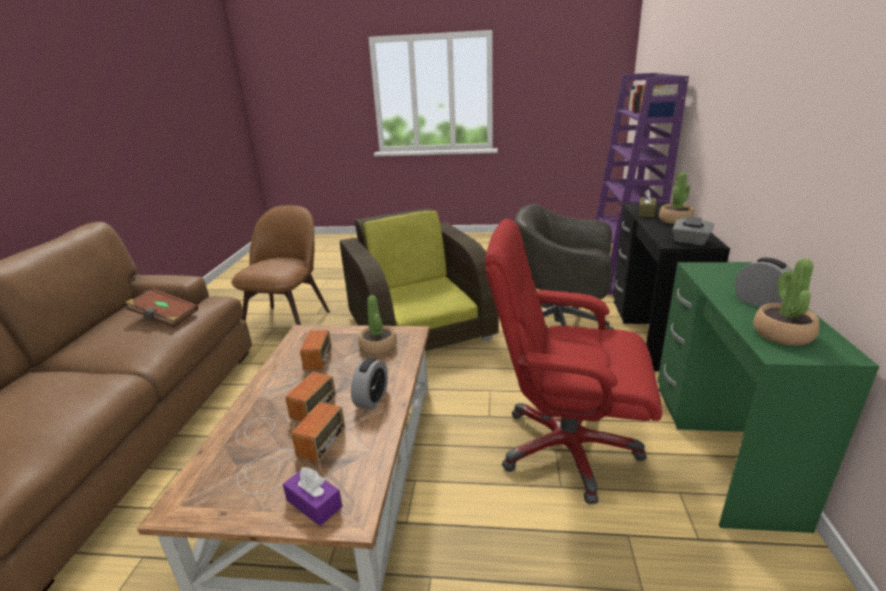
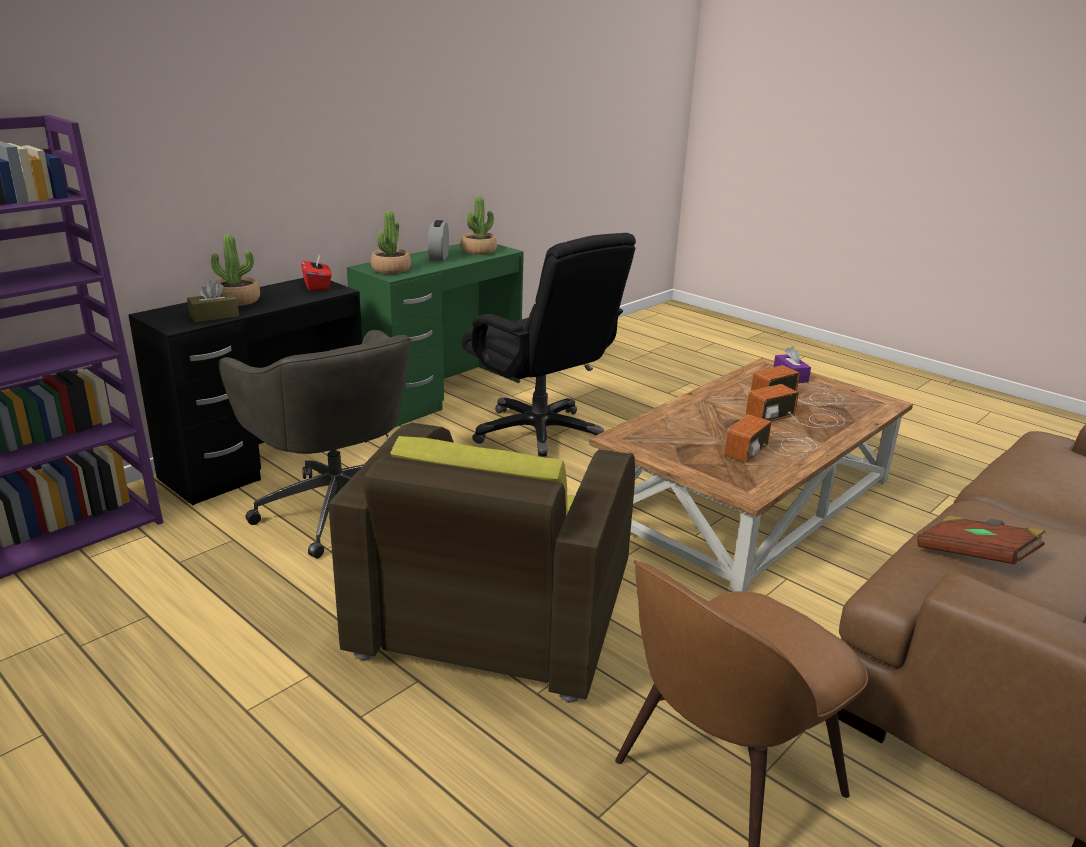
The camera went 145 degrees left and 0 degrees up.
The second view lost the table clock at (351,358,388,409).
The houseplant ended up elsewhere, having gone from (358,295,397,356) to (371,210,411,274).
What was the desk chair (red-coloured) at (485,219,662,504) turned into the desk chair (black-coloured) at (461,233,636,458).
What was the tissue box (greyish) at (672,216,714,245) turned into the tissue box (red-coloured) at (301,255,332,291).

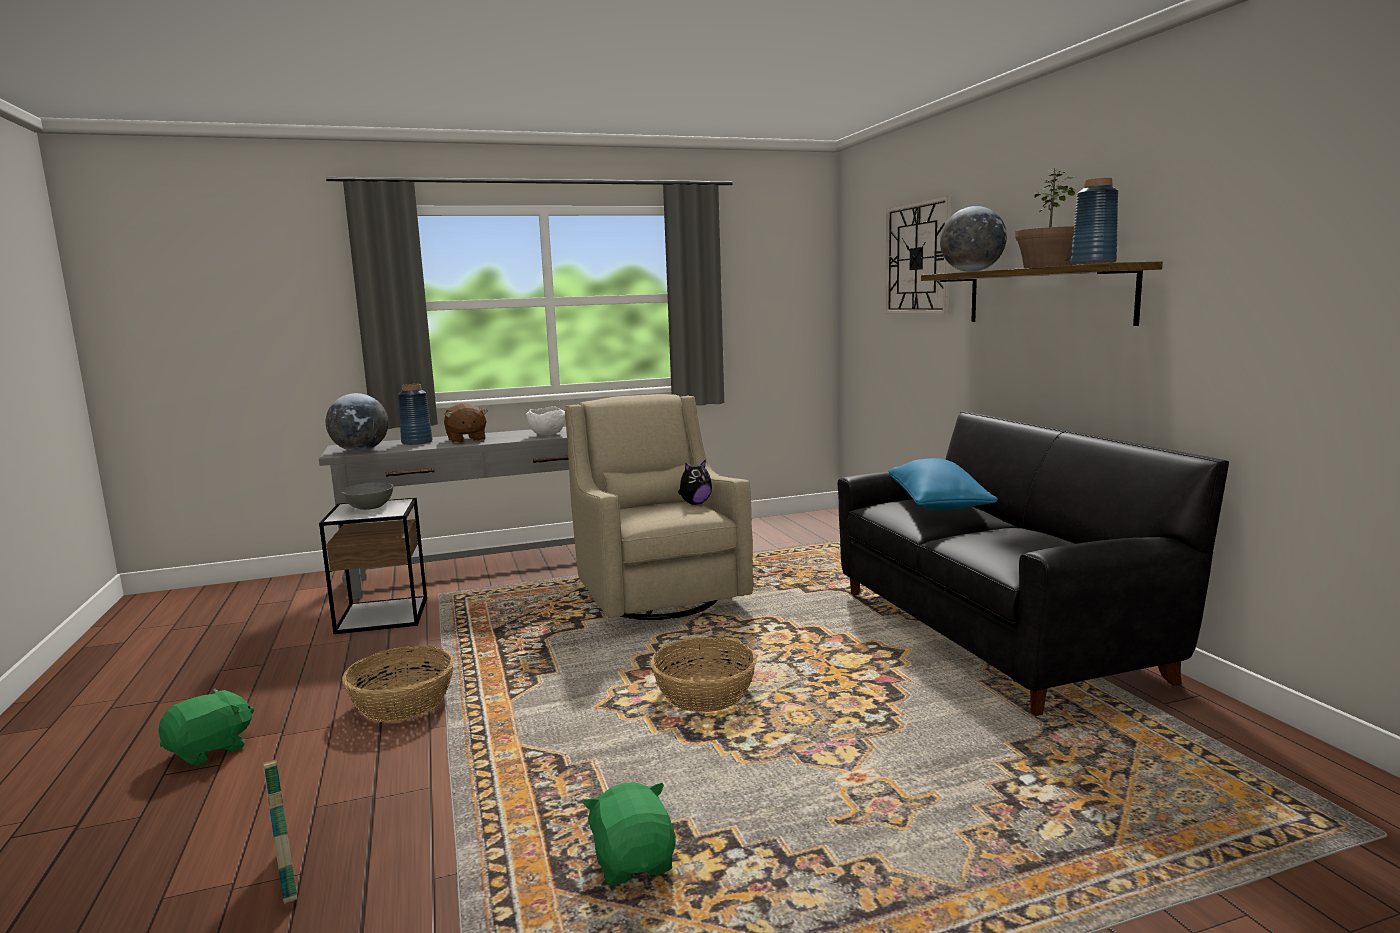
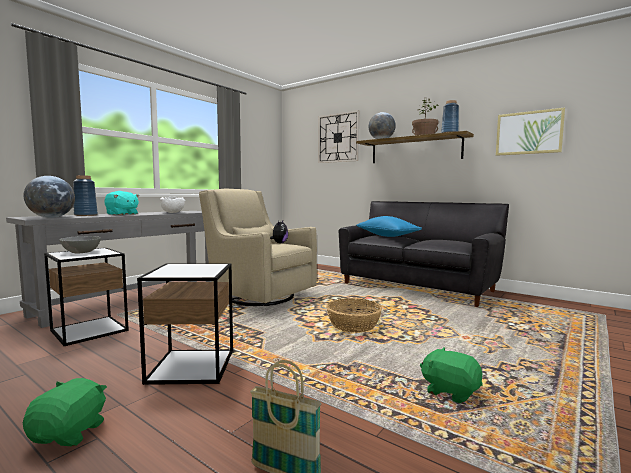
The camera went 35 degrees left and 5 degrees down.
Where the basket stood at (342,646,454,722), the side table came to stand at (137,263,233,385).
What was the plush toy (brown-coloured) at (444,403,488,444) turned into the plush toy (turquoise-coloured) at (104,191,139,215).
The second view gained the picture at (496,108,565,156).

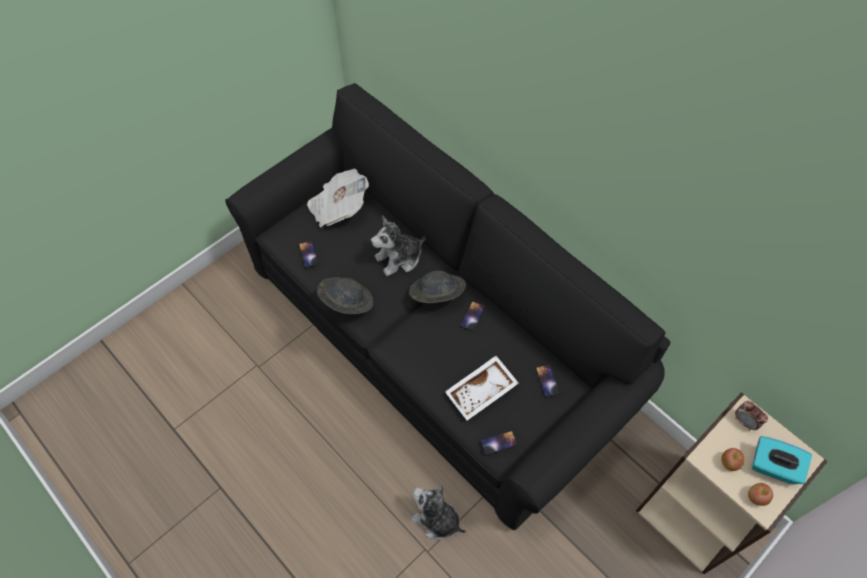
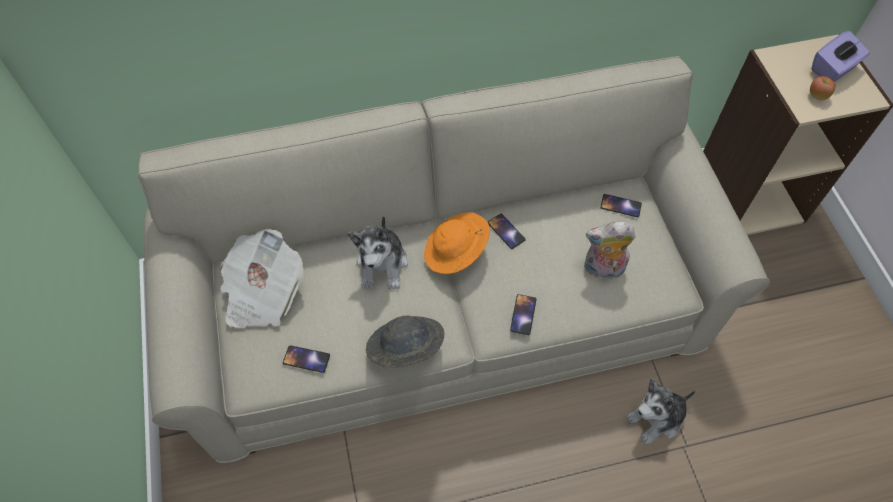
The camera went 60 degrees left and 0 degrees up.
What was the couch (black-coloured) at (225,83,670,530) turned into the couch (beige-coloured) at (138,56,770,463).
What was the wearable hat (greyish) at (409,271,466,303) turned into the wearable hat (orange-coloured) at (424,212,490,274).
Where the serving tray (white) stood at (445,356,519,420), the plush toy came to stand at (584,222,636,279).
The telephone ended up elsewhere, having gone from (480,431,518,455) to (510,294,536,335).
The second view lost the table clock at (735,401,768,430).
The second view lost the whole apple at (748,483,773,506).
What was the tissue box (turquoise-coloured) at (752,436,812,484) turned into the tissue box (purple-coloured) at (811,31,870,82).

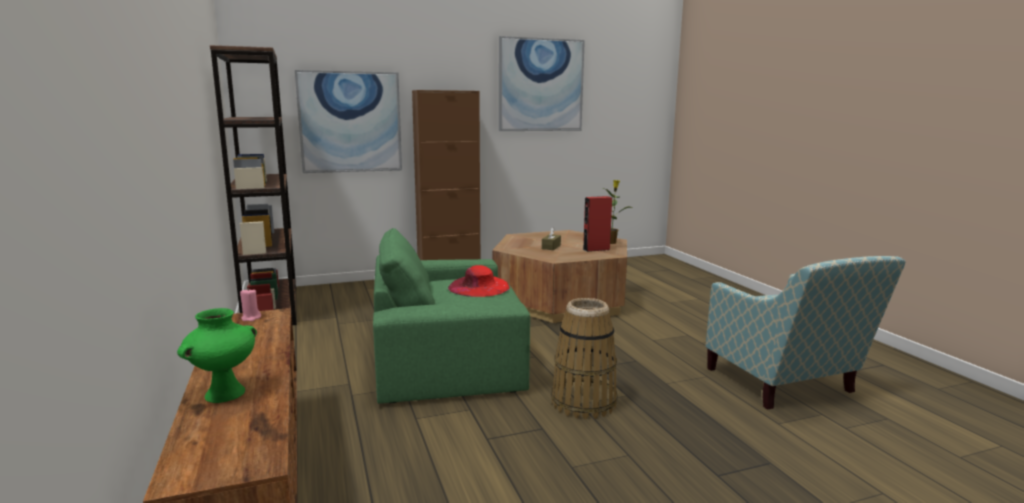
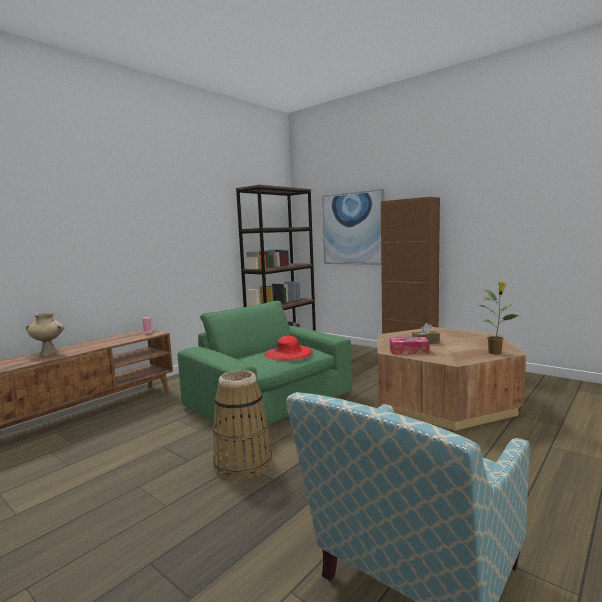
The camera went 60 degrees right and 5 degrees down.
What was the vase (green) at (177,308,257,403) turned into the vase (beige-coloured) at (26,313,65,356).
The second view lost the picture at (499,36,585,131).
The second view lost the loudspeaker (red-coloured) at (583,196,612,252).
The second view gained the tissue box at (390,337,430,355).

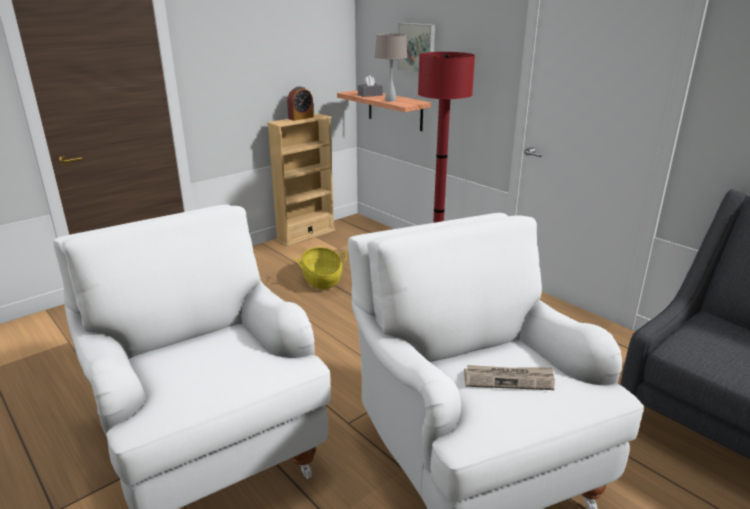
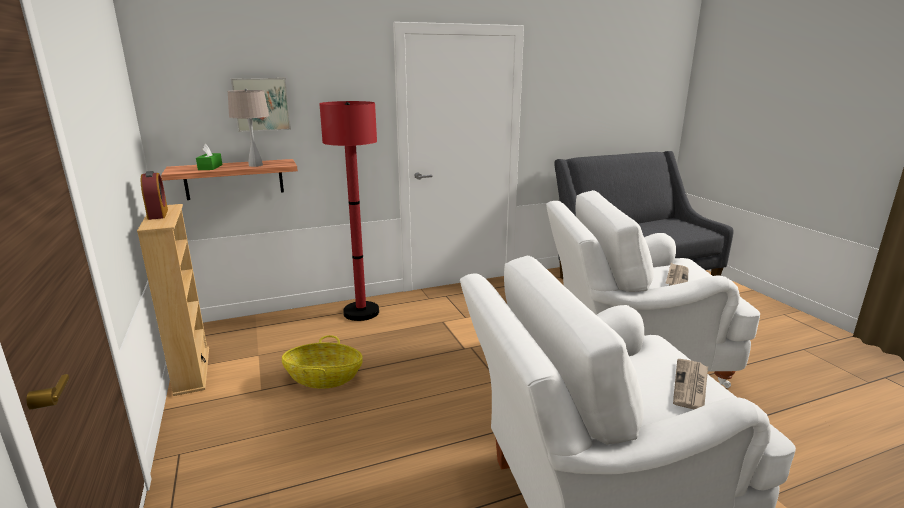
The camera went 70 degrees left and 5 degrees down.
What was the tissue box (greyish) at (358,75,383,97) turned into the tissue box (green) at (196,144,222,170).
The second view gained the daily paper at (673,359,708,409).

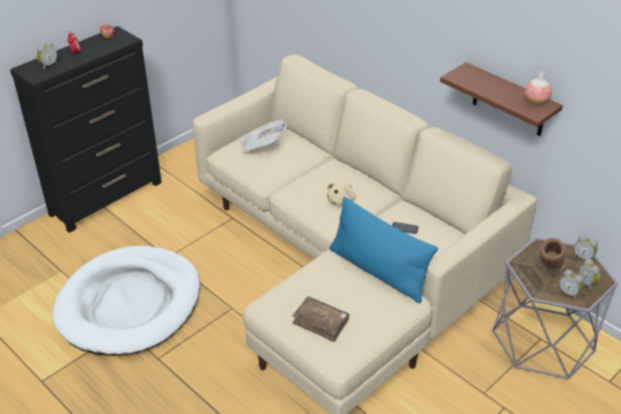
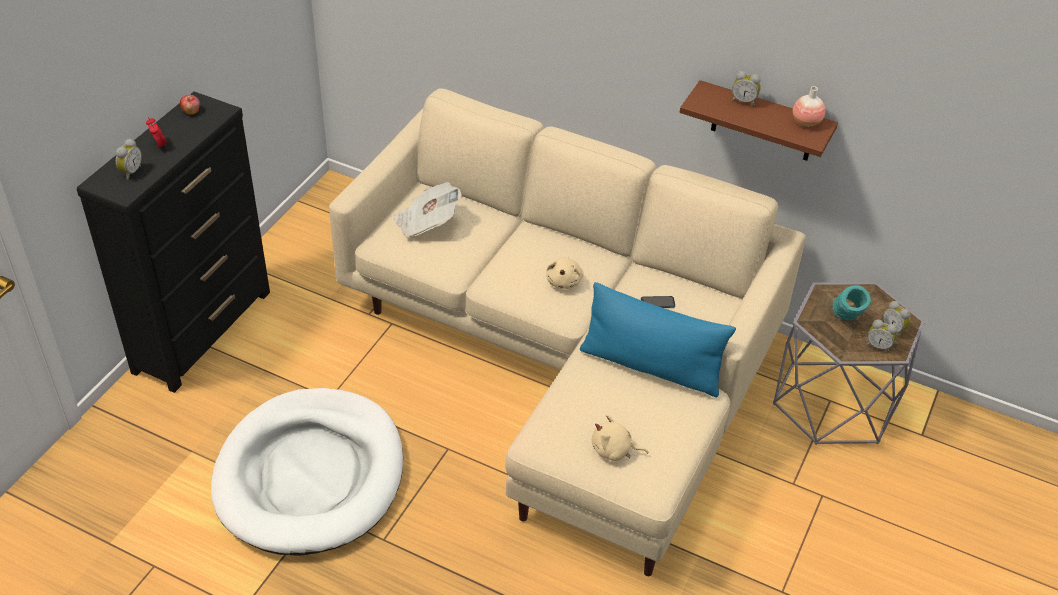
The camera went 20 degrees left and 5 degrees up.
Where the volume (brown-coloured) stood at (292,296,349,342), the plush toy (beige-coloured) came to stand at (592,414,648,461).
What was the vase (brown-coloured) at (540,238,565,270) turned into the vase (turquoise-coloured) at (833,285,871,320).
The table clock ended up elsewhere, having gone from (574,235,598,260) to (732,71,760,106).

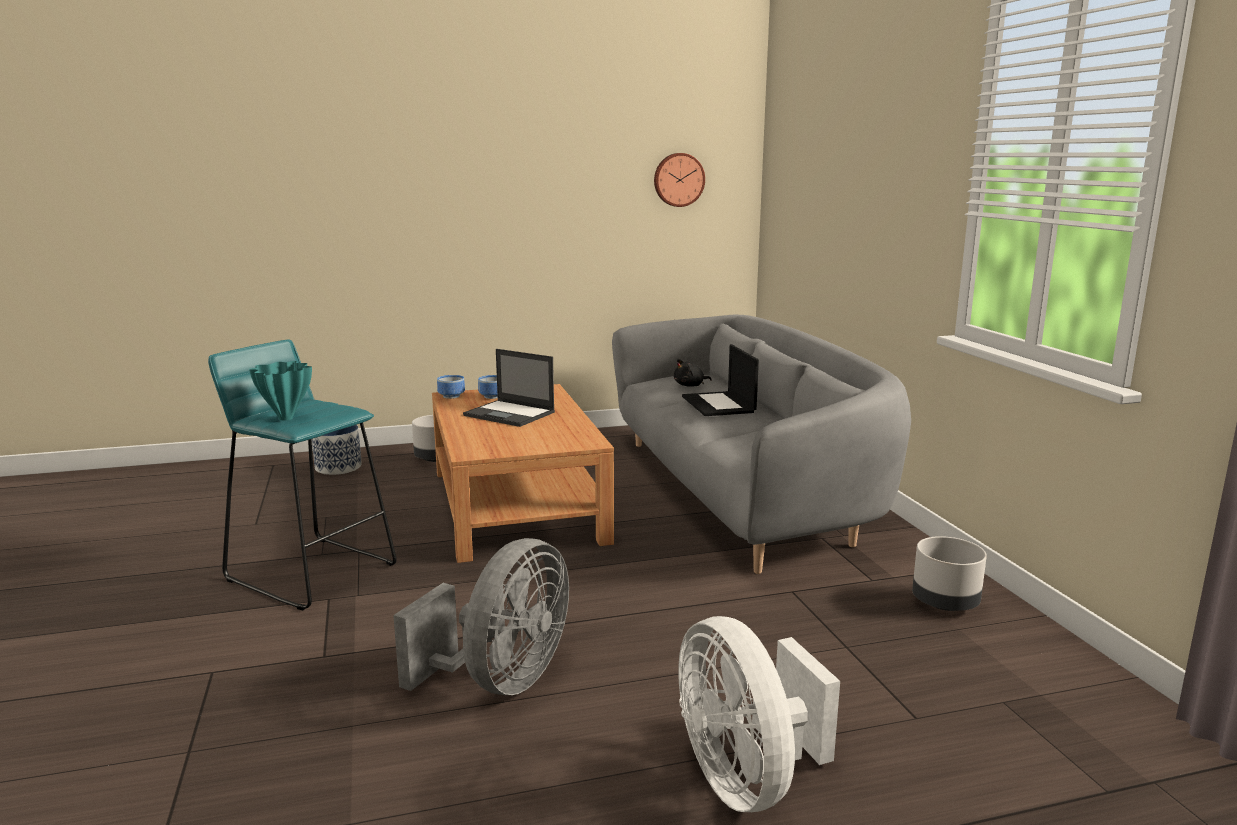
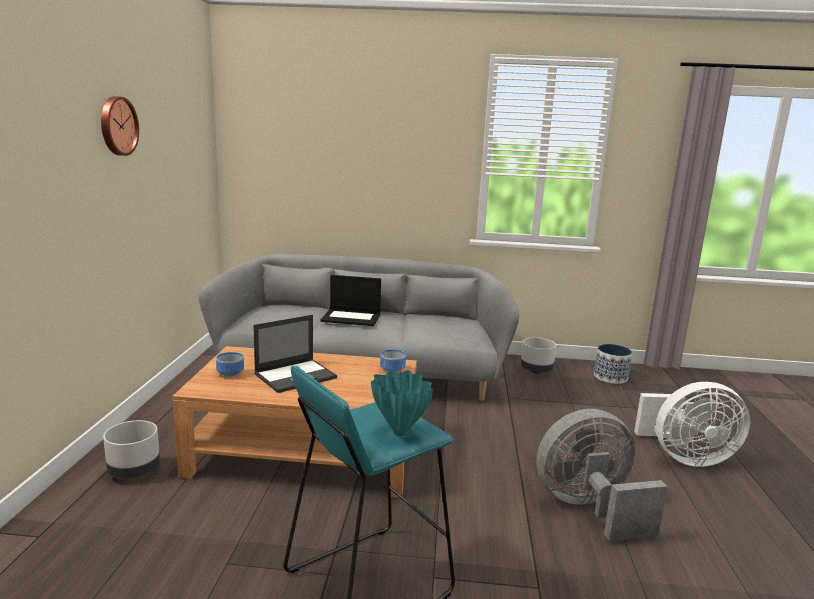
The camera went 70 degrees left and 0 degrees up.
The flower pot ended up elsewhere, having gone from (312,425,362,475) to (594,344,632,384).
The cooling fan (greyish) at (393,538,569,695) ended up facing another way, 60 degrees counterclockwise from before.
The serving bowl ended up elsewhere, having gone from (437,375,465,399) to (380,349,406,372).
The hanging clock ended up elsewhere, having gone from (654,153,705,207) to (101,96,139,156).
The second view lost the plush toy (black-coloured) at (674,358,712,387).

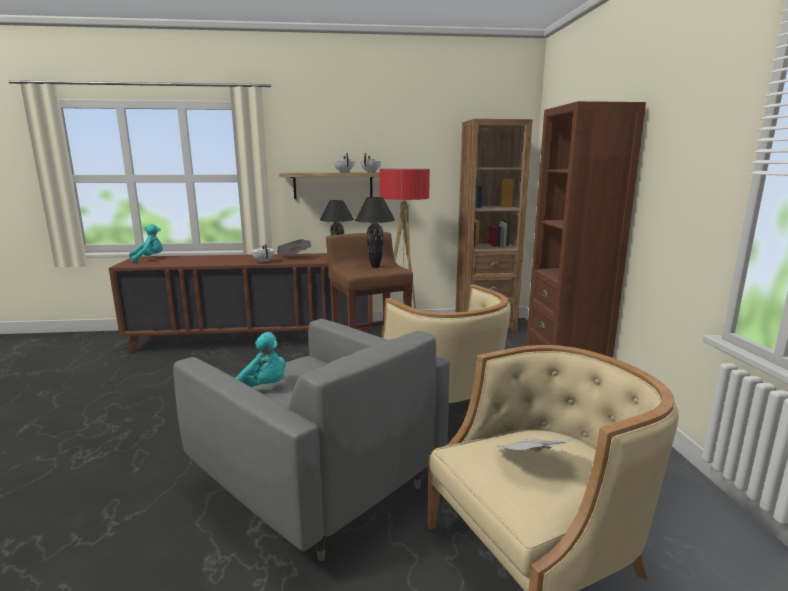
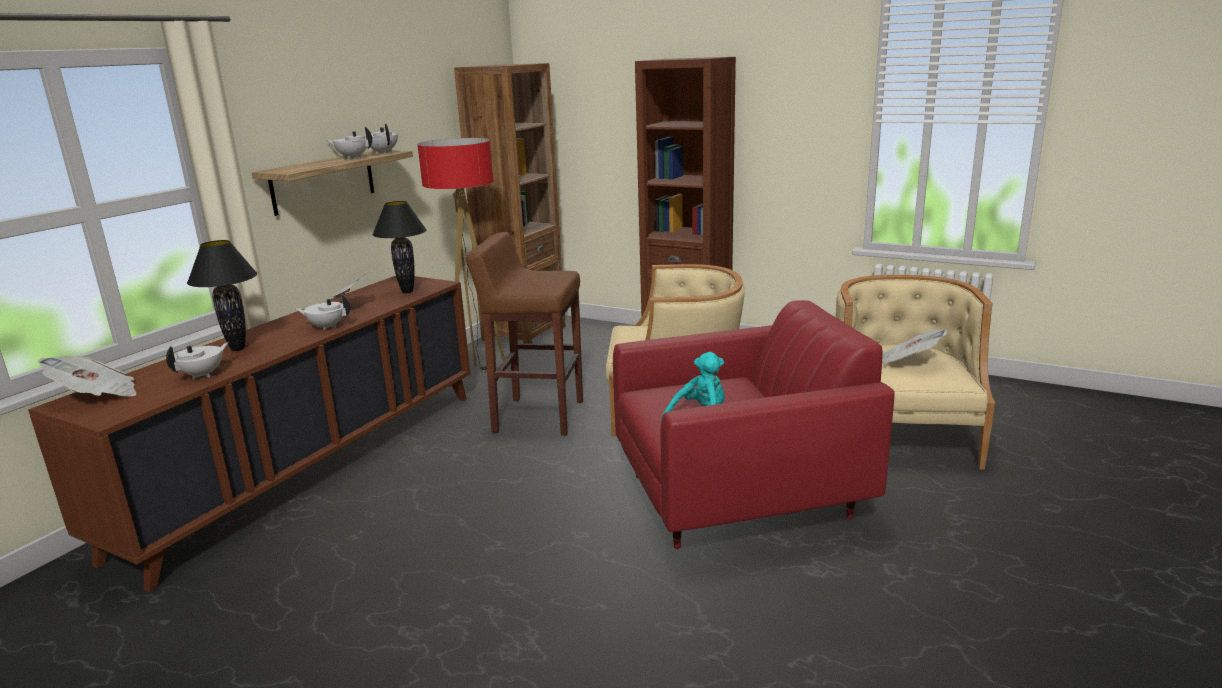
The camera went 55 degrees left and 5 degrees up.
Where the plush toy (turquoise-coloured) stood at (129,224,163,262), the daily paper came to stand at (38,356,137,396).
What was the lounge chair (greyish) at (173,319,450,561) turned into the lounge chair (red-coloured) at (613,300,895,549).
The tabletop lamp (black-coloured) ended up elsewhere, having gone from (355,197,395,268) to (187,240,257,351).
The second view gained the teapot (white) at (166,342,228,379).

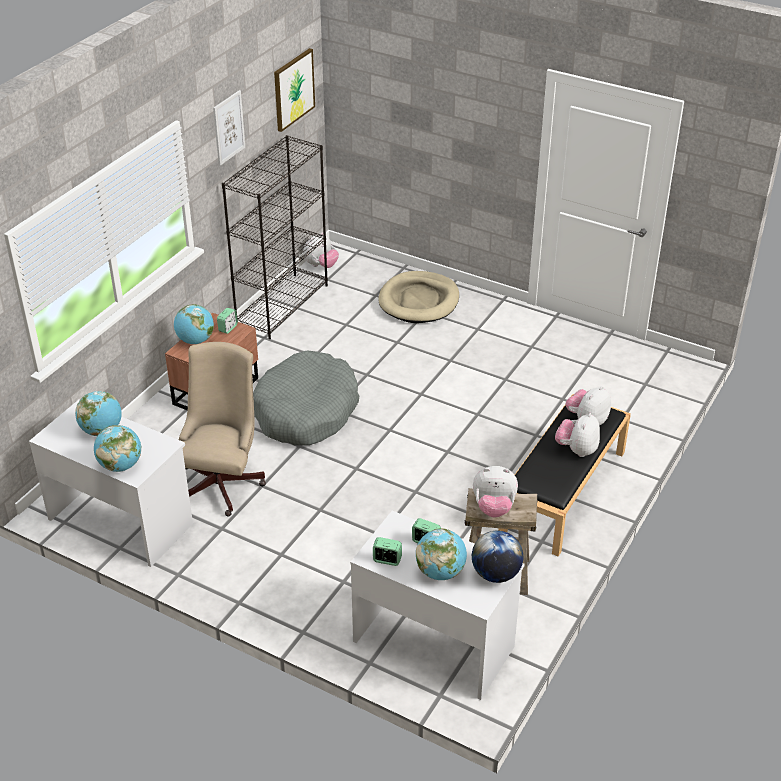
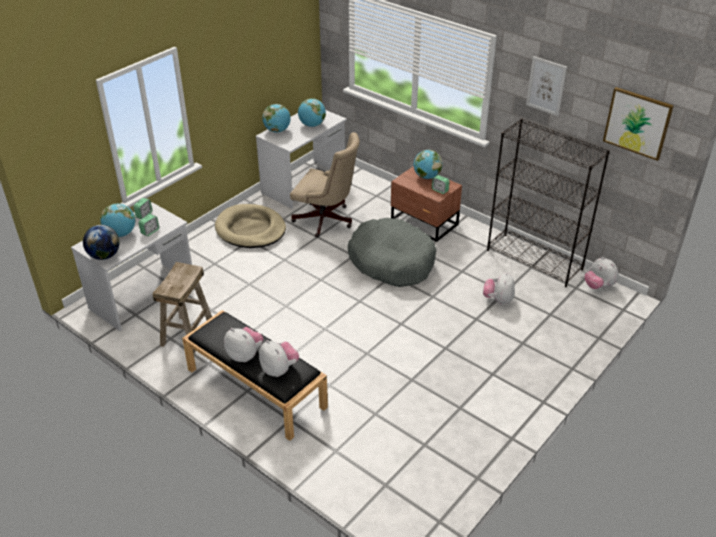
The camera went 100 degrees right and 0 degrees up.
The dog cushion (beige-coloured) ended up elsewhere, having gone from (378,271,459,323) to (215,204,286,248).
The plush toy ended up elsewhere, having gone from (473,466,518,517) to (483,272,515,305).

